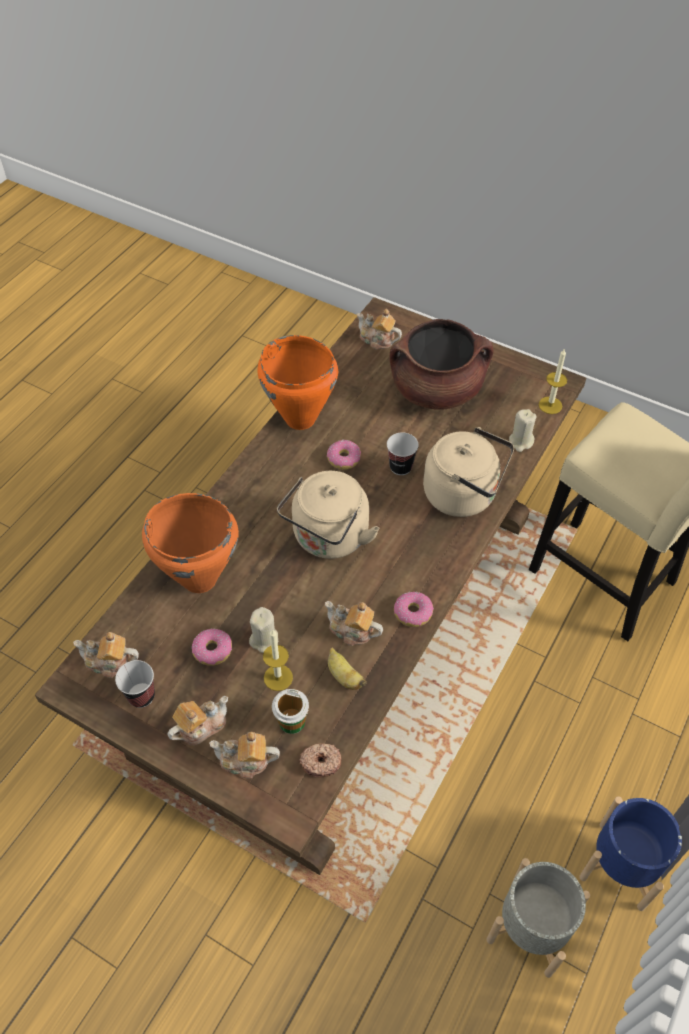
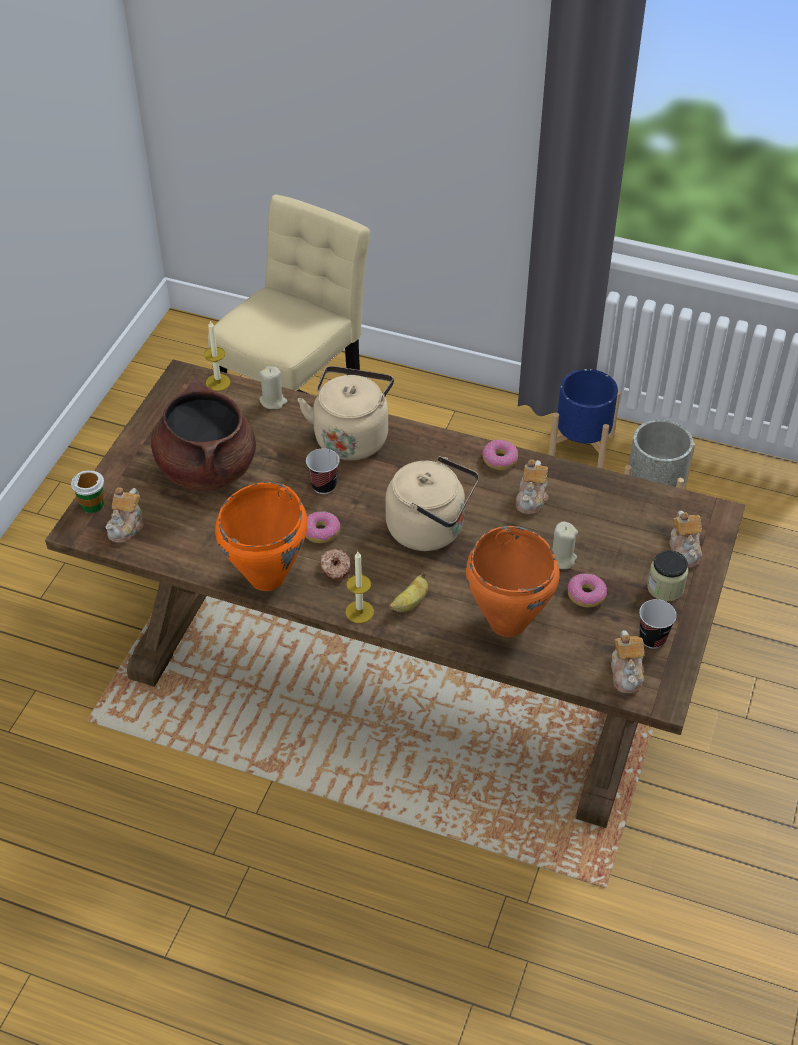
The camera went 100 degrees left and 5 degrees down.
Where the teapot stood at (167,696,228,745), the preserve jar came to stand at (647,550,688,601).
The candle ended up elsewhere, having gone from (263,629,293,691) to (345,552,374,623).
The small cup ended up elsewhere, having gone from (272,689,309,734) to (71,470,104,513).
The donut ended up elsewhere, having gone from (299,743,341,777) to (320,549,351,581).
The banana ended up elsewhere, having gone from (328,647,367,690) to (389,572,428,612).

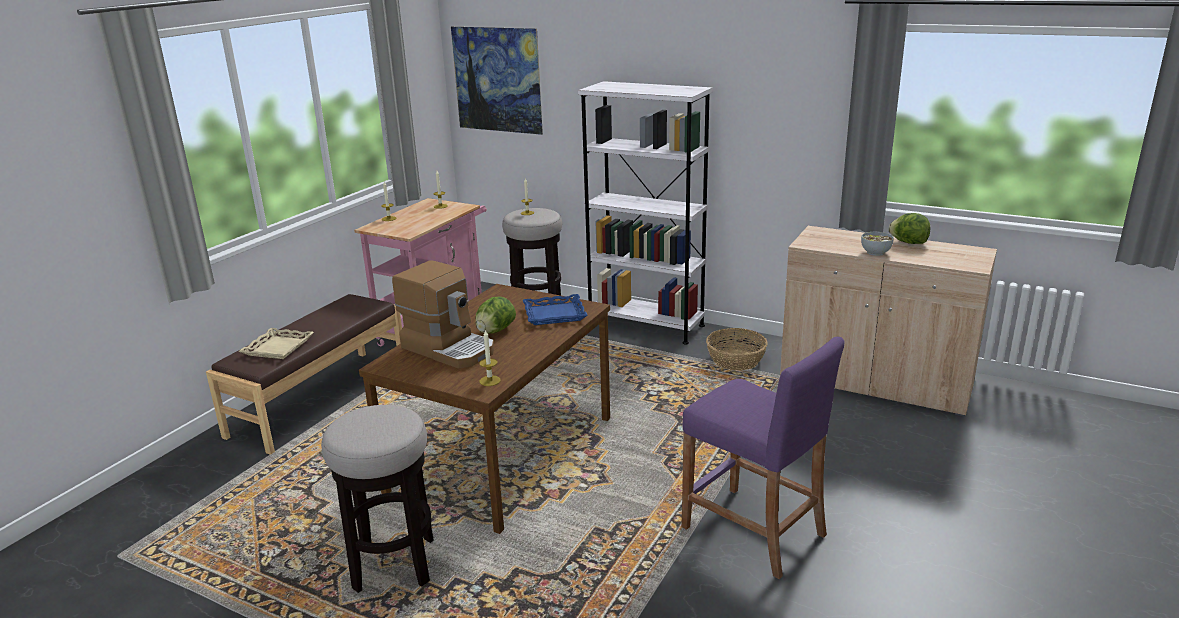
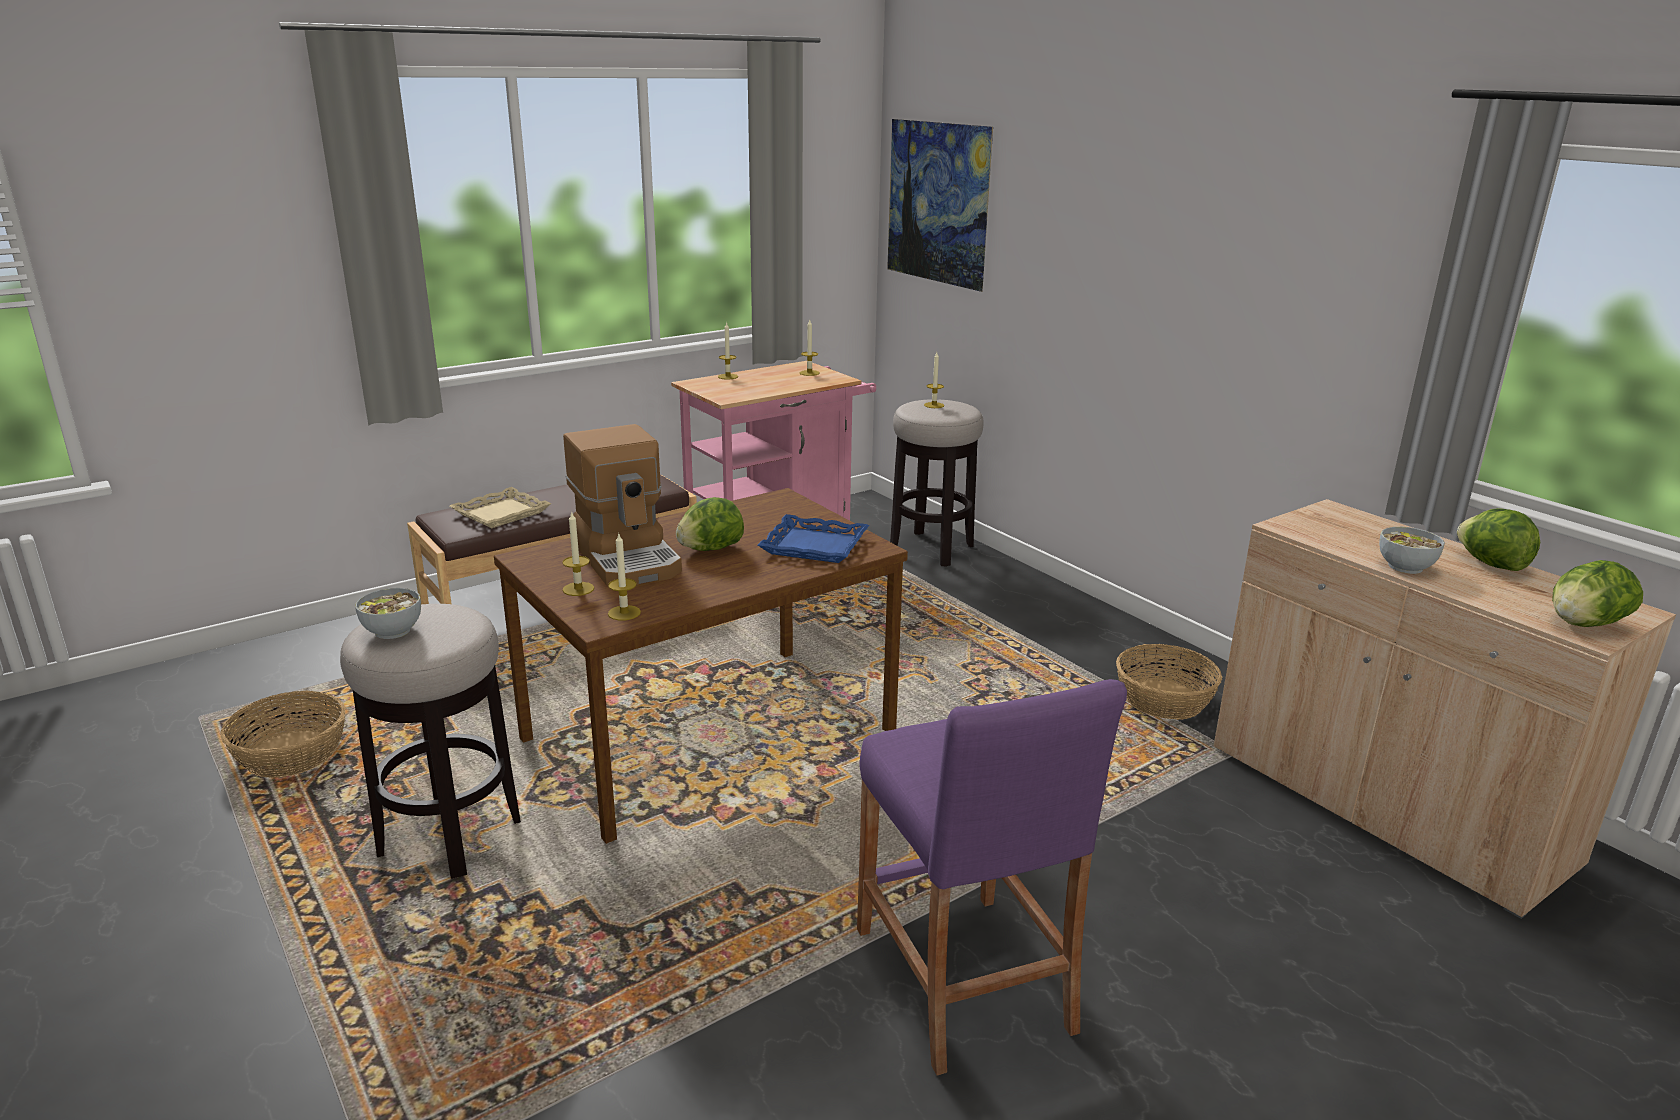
The camera went 25 degrees right and 0 degrees up.
The second view lost the bookcase (white) at (578,81,713,345).
The second view gained the basket at (220,691,346,778).
The second view gained the serving bowl at (355,588,421,639).
The second view gained the candle at (562,511,594,596).
The second view gained the lettuce at (1552,560,1643,627).

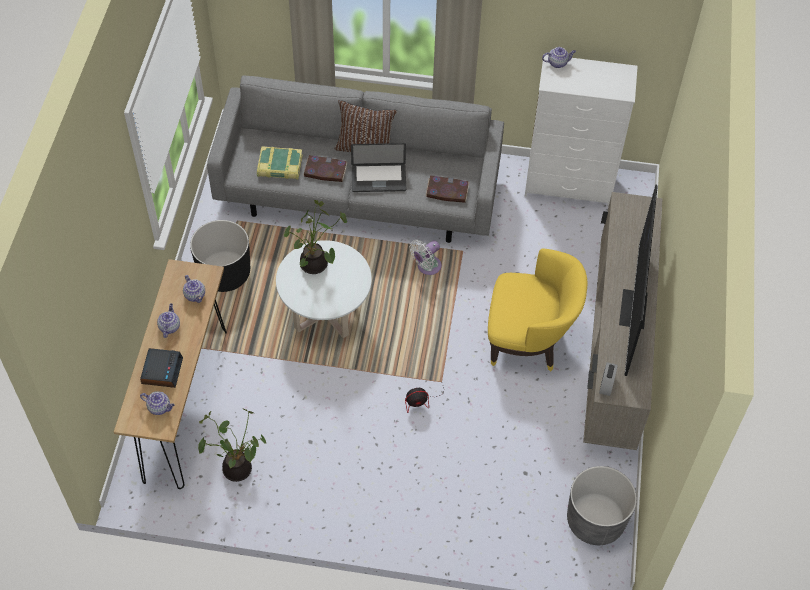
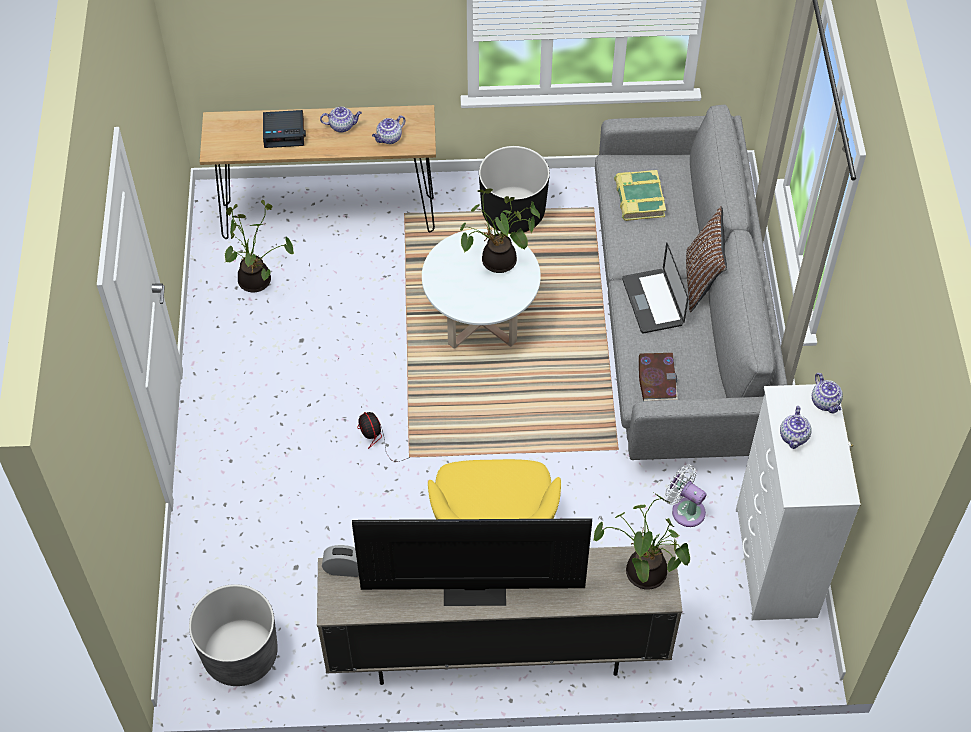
The camera went 80 degrees right and 0 degrees up.
The teapot ended up elsewhere, having gone from (140,391,175,415) to (780,406,812,449).
The second view lost the volume at (303,155,347,182).
The cooling fan (white) ended up elsewhere, having gone from (410,240,441,275) to (664,465,706,527).
The second view gained the houseplant at (593,493,690,589).

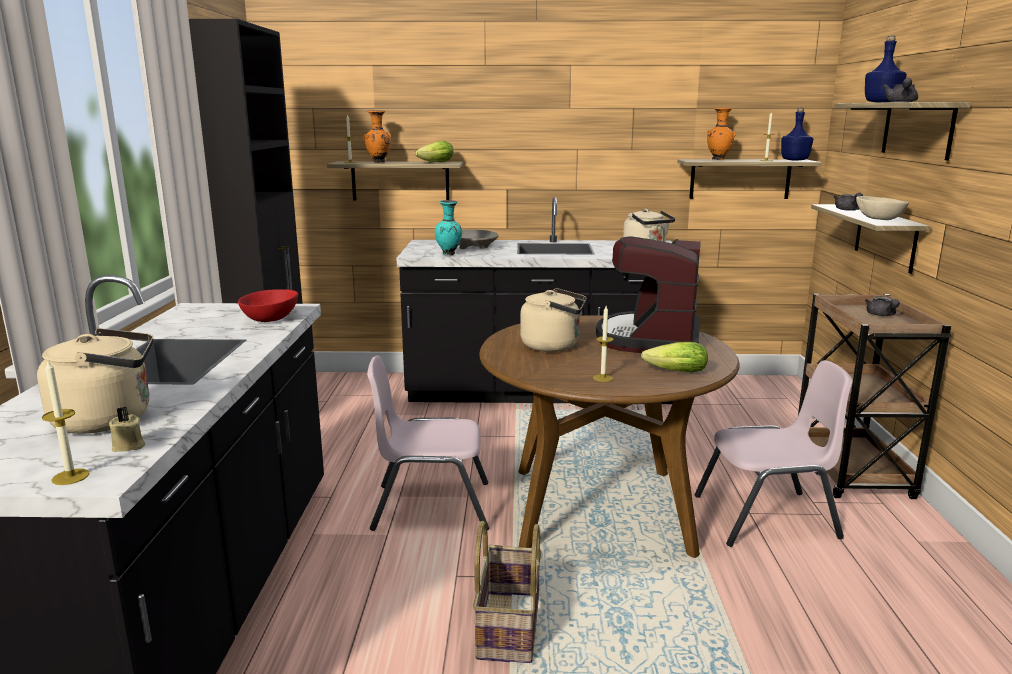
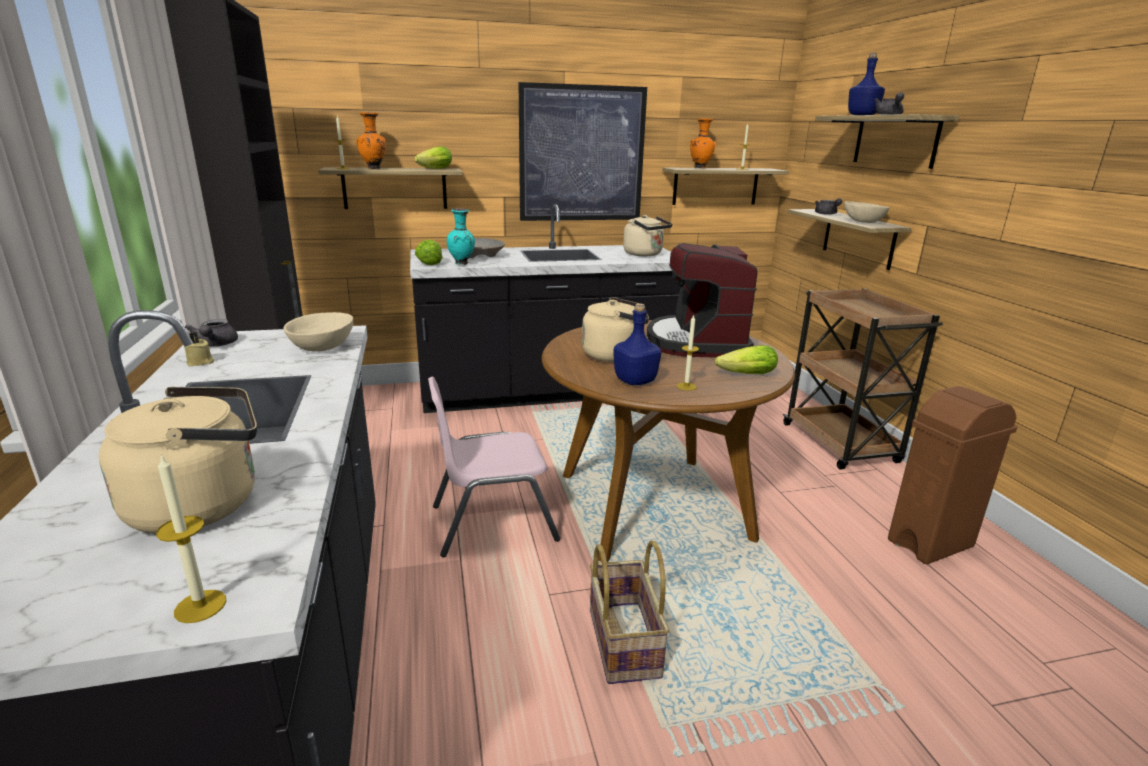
The camera went 15 degrees left and 5 degrees up.
The candle (beige-coloured) ended up elsewhere, having gone from (109,407,145,452) to (184,332,214,367).
What was the serving bowl (red-coloured) at (238,289,298,322) turned into the serving bowl (beige-coloured) at (284,312,353,352).
The second view lost the plain chair (pinkish) at (695,360,853,547).
The beverage bottle (blue-coloured) ended up elsewhere, having gone from (781,108,813,161) to (613,303,661,385).
The teapot (greyish) ended up elsewhere, having gone from (865,297,900,316) to (185,319,238,347).
The second view gained the lettuce at (415,240,443,265).
The second view gained the picture at (519,82,647,221).
The second view gained the waste bin (brown-coloured) at (888,386,1017,564).

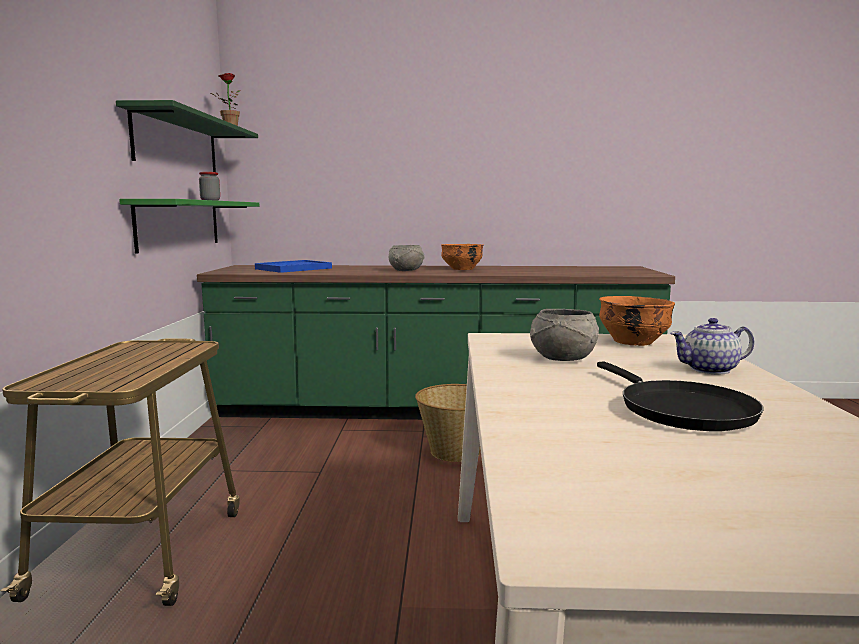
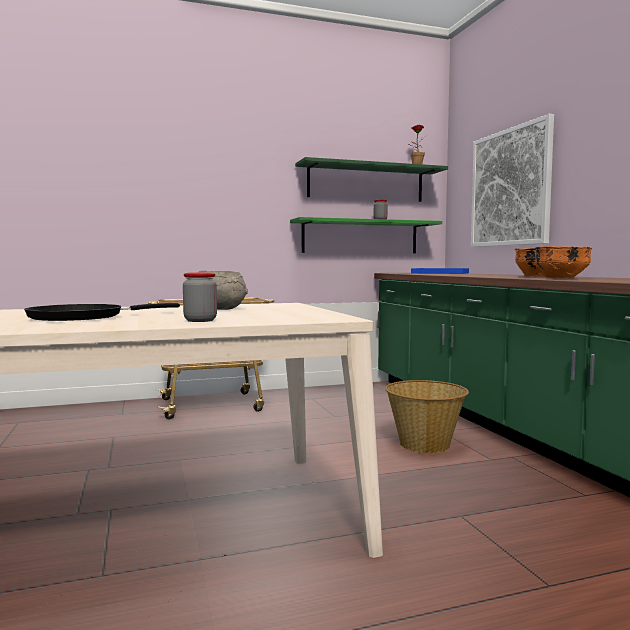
The camera went 70 degrees right and 5 degrees down.
The second view lost the serving bowl (greyish) at (389,245,425,271).
The serving bowl (orange-coloured) ended up elsewhere, having gone from (599,296,675,346) to (535,246,592,278).
Where the teapot stood at (670,318,754,374), the preserve jar came to stand at (183,272,217,322).
The second view gained the picture at (471,114,554,247).

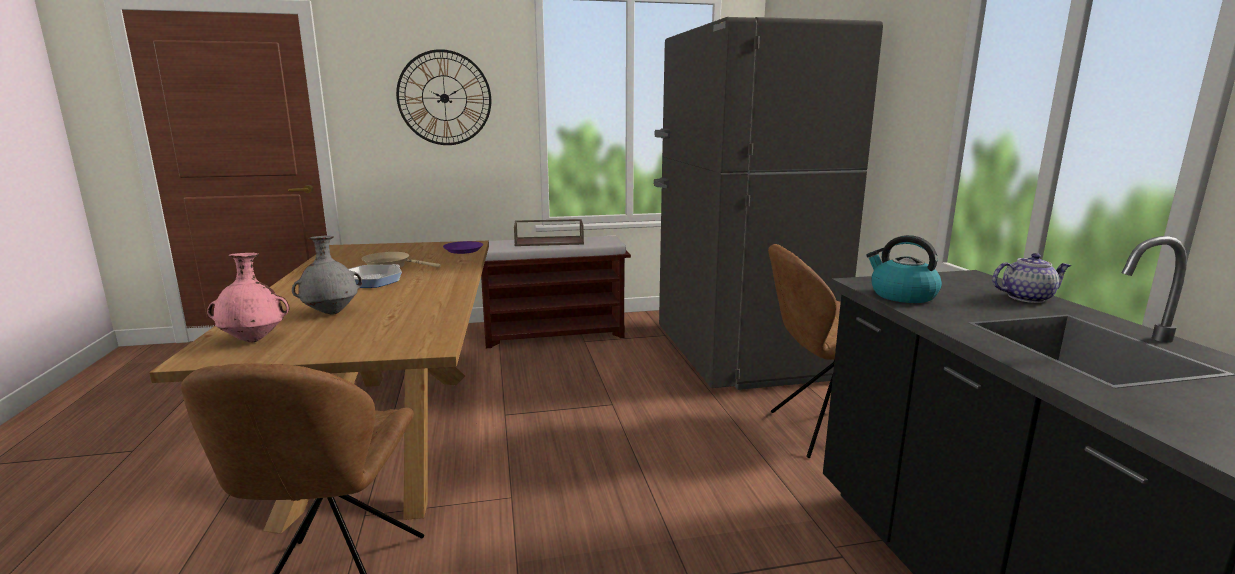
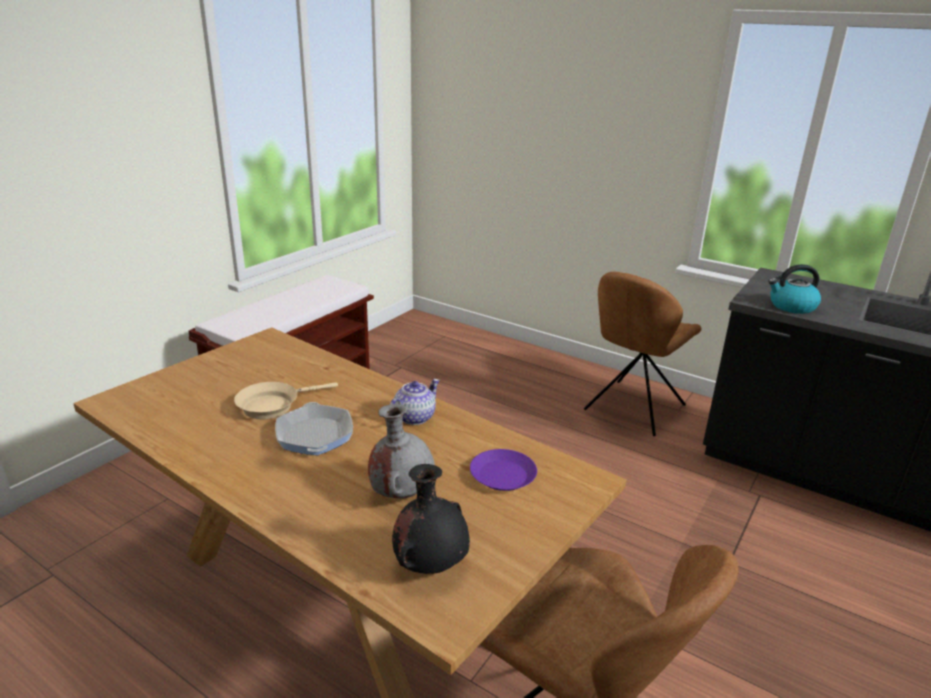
The camera went 45 degrees left and 10 degrees up.
What was the vase (pinkish) at (207,253,290,343) turned into the vase (black-coloured) at (392,464,470,574).
The second view lost the hanging clock at (396,49,491,145).
The flat dish (purple-coloured) ended up elsewhere, having gone from (443,241,483,254) to (470,449,537,491).
The second view lost the serving tray (brown-coloured) at (514,219,584,246).
The second view lost the kitchen fridge (greyish) at (654,17,883,390).
The teapot ended up elsewhere, having gone from (992,253,1072,303) to (390,379,440,425).

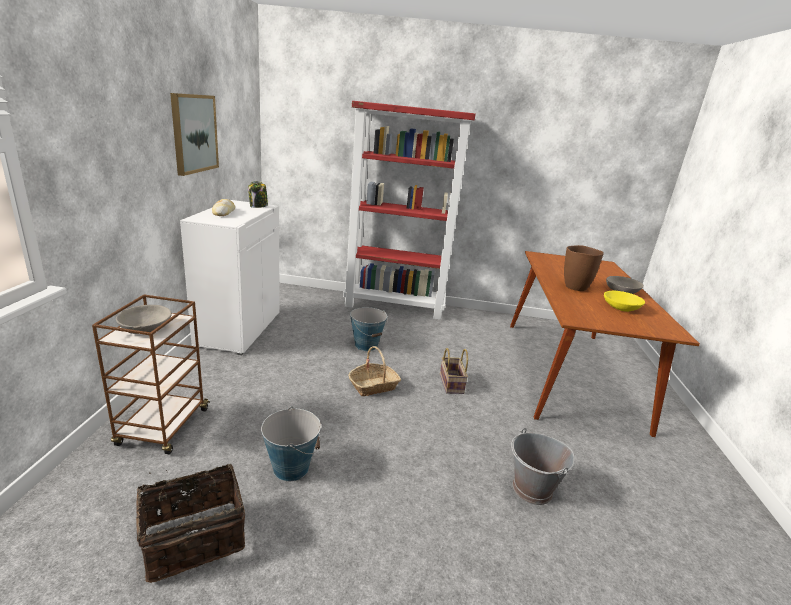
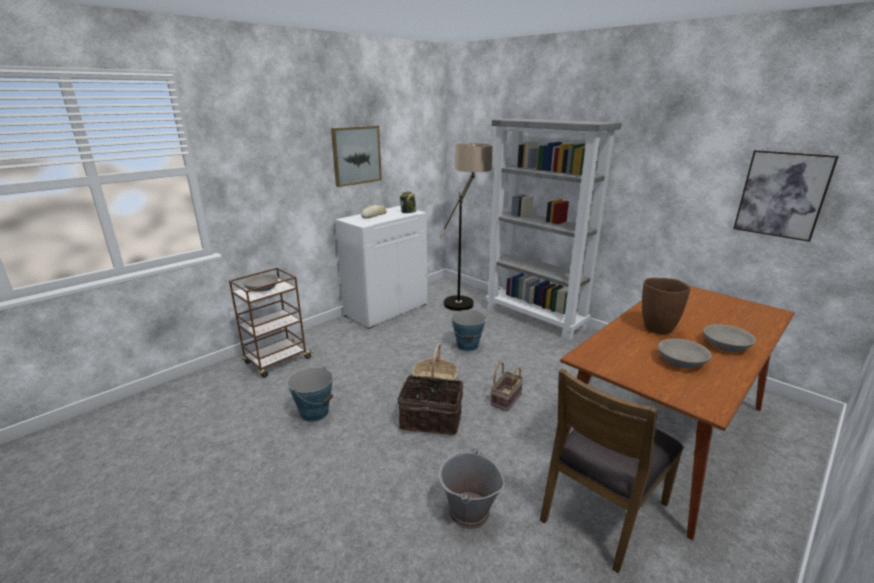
The camera went 40 degrees right and 0 degrees up.
The basket ended up elsewhere, having gone from (136,464,245,583) to (397,371,463,435).
What was the bookcase (red-coloured) at (343,101,476,320) turned into the bookcase (greyish) at (486,118,622,341).
What was the serving bowl (yellowish) at (604,291,645,312) turned into the serving bowl (greyish) at (658,338,712,368).
The second view gained the standard lamp at (440,143,493,311).
The second view gained the plain chair (brown-coloured) at (540,368,684,573).
The second view gained the picture at (733,150,839,242).

